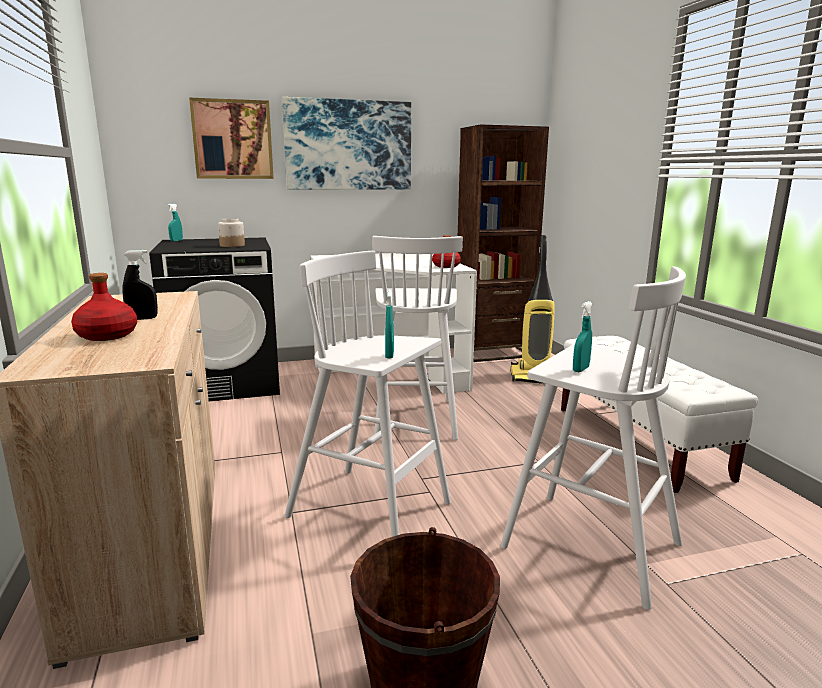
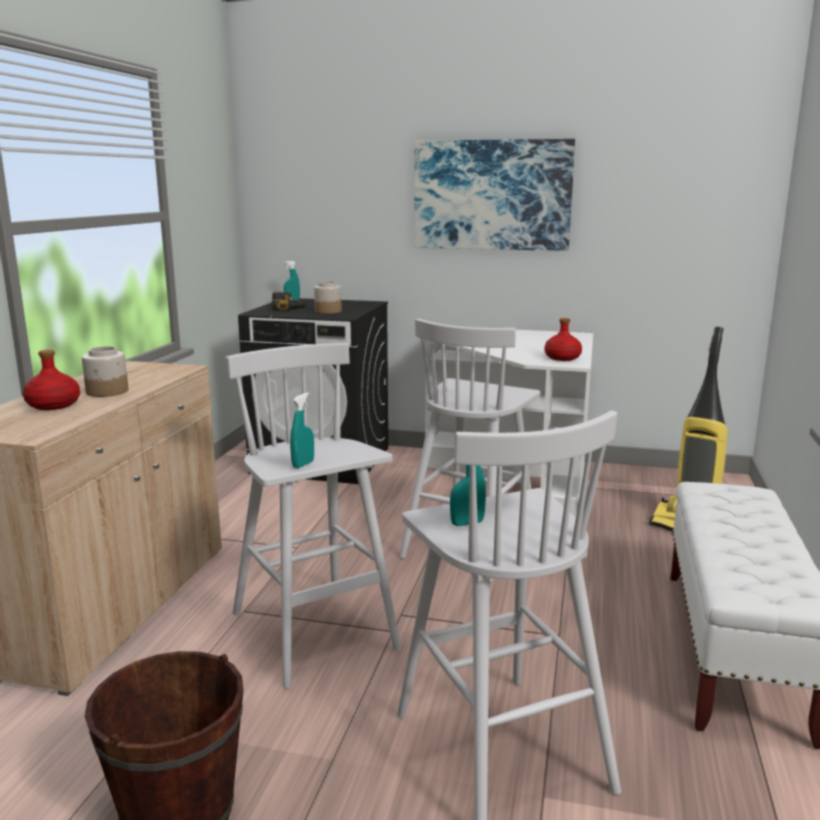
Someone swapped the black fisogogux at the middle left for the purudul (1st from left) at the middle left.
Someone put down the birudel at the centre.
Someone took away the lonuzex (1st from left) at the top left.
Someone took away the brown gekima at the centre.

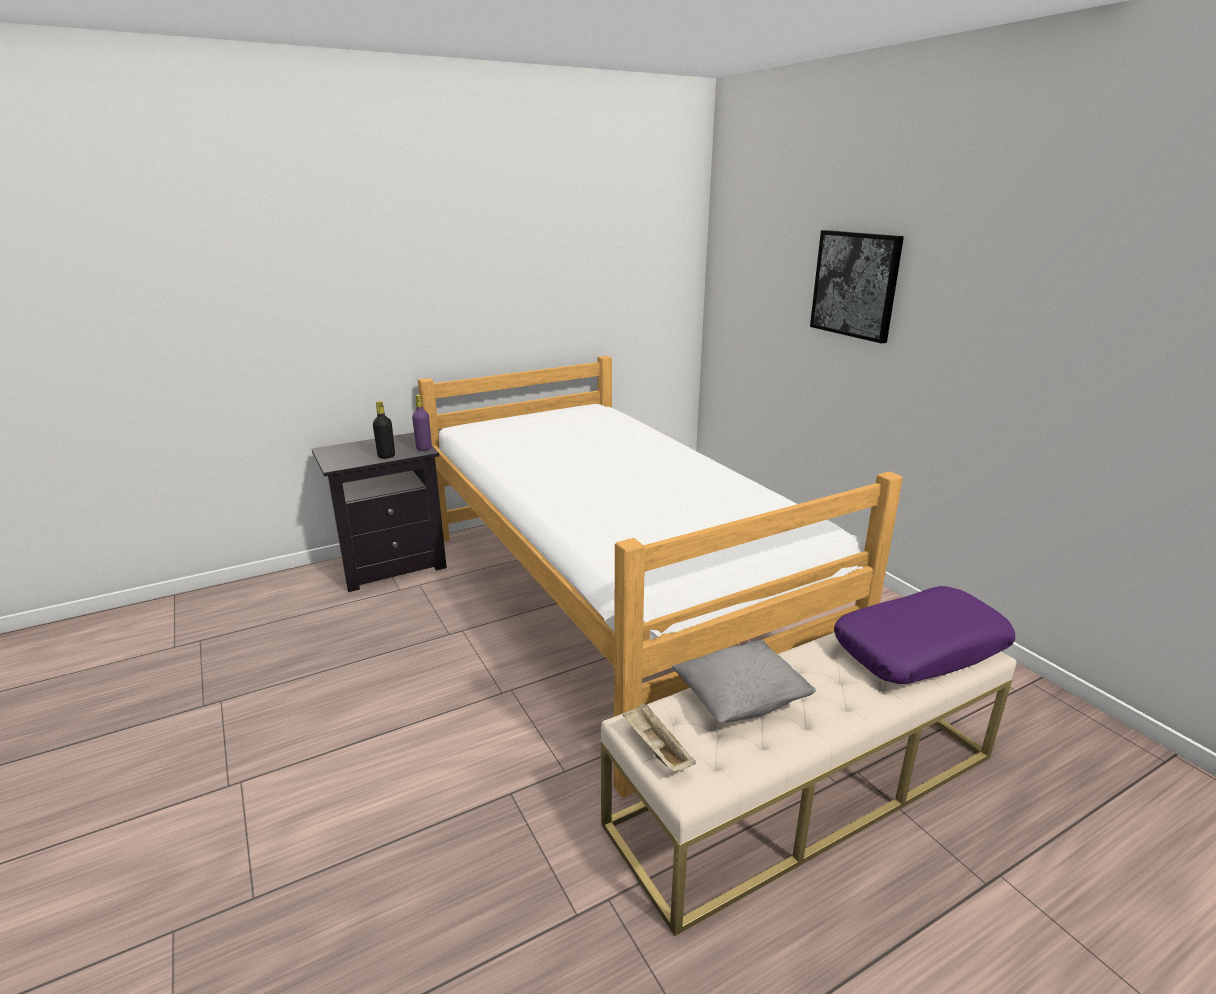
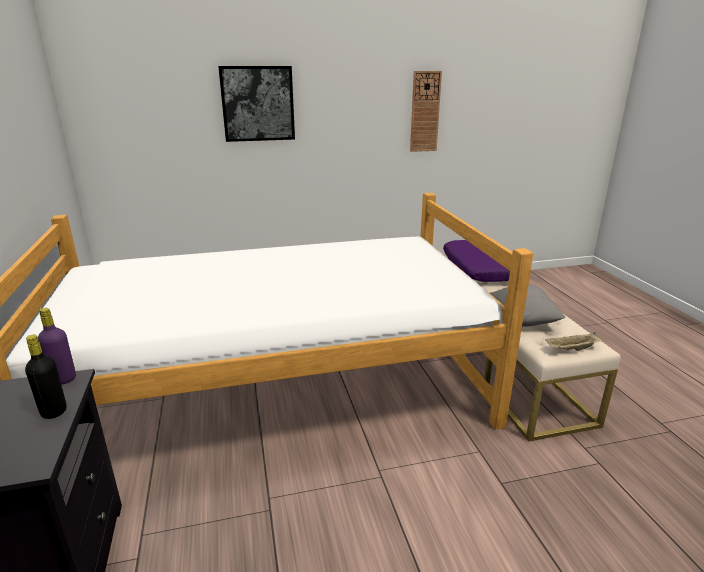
Someone put up the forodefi at the top centre.

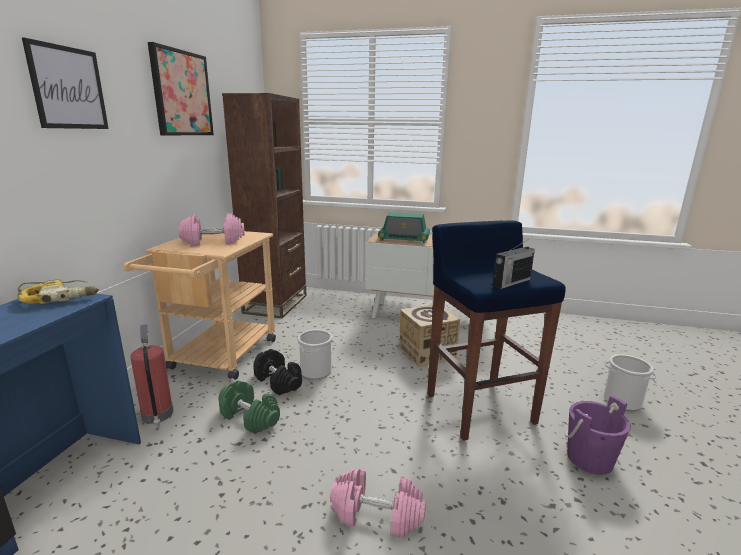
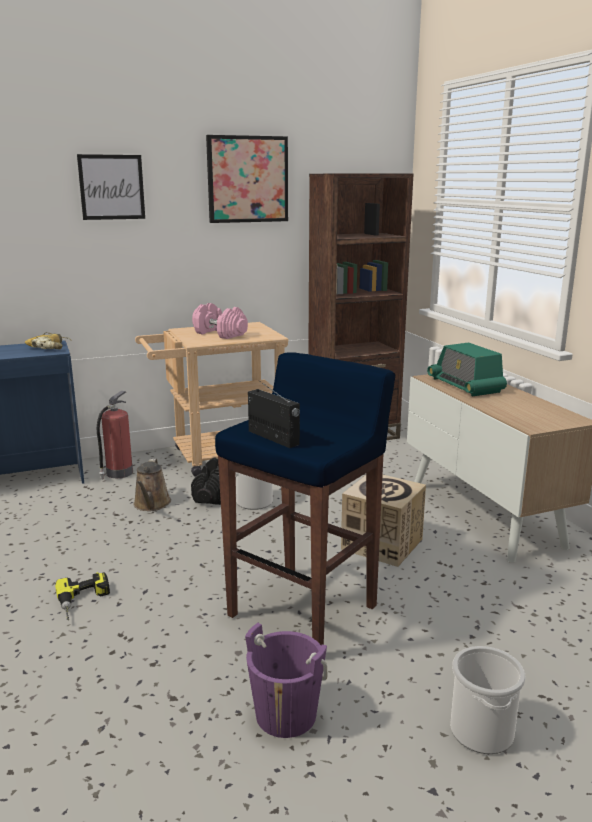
Someone swapped the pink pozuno (2nd from left) at the bottom centre for the birudel (2nd from left) at the bottom left.
Someone swapped the green pozuno at the bottom centre for the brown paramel at the middle left.
Someone rotated the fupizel (2nd from left in the first image) at the middle right by 150 degrees counterclockwise.

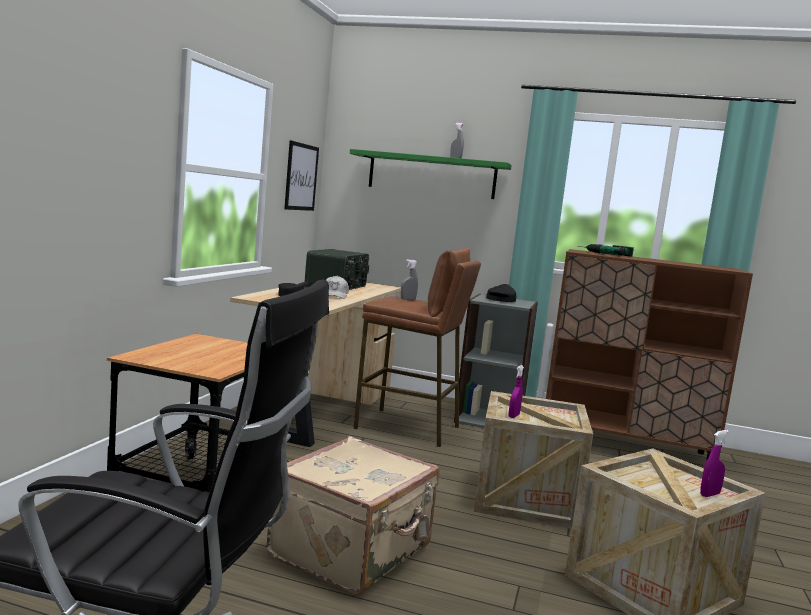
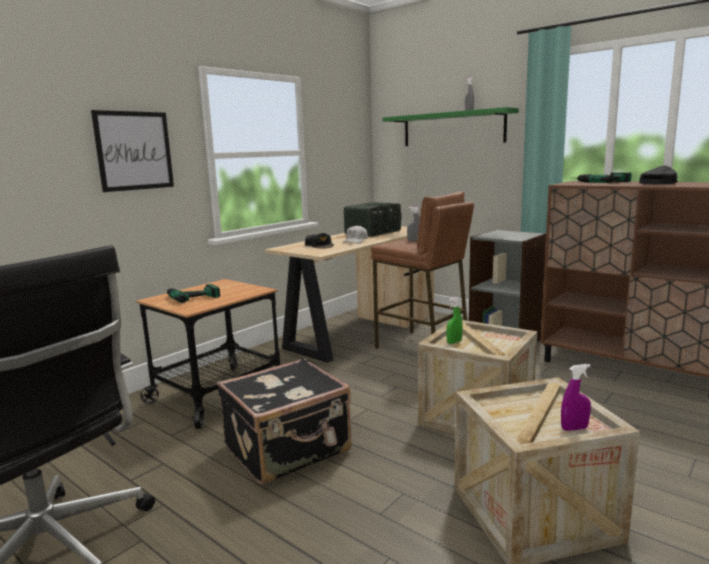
Someone carried the lonuzex from the top centre to the top left.
Someone put down the birudel (1st from left) at the middle left.
Someone repainted the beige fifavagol at the bottom centre, which became the black fifavagol at the bottom centre.
Someone repainted the purple fisogogux (1st from left) at the centre, which became the green fisogogux at the centre.
Someone carried the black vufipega (2nd from left) from the centre to the top right.

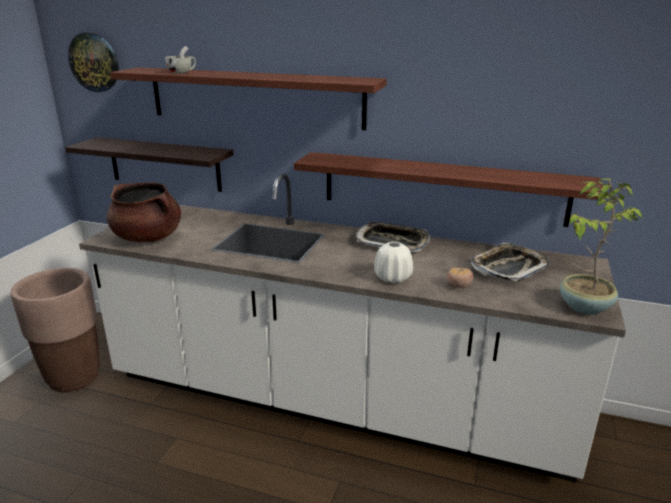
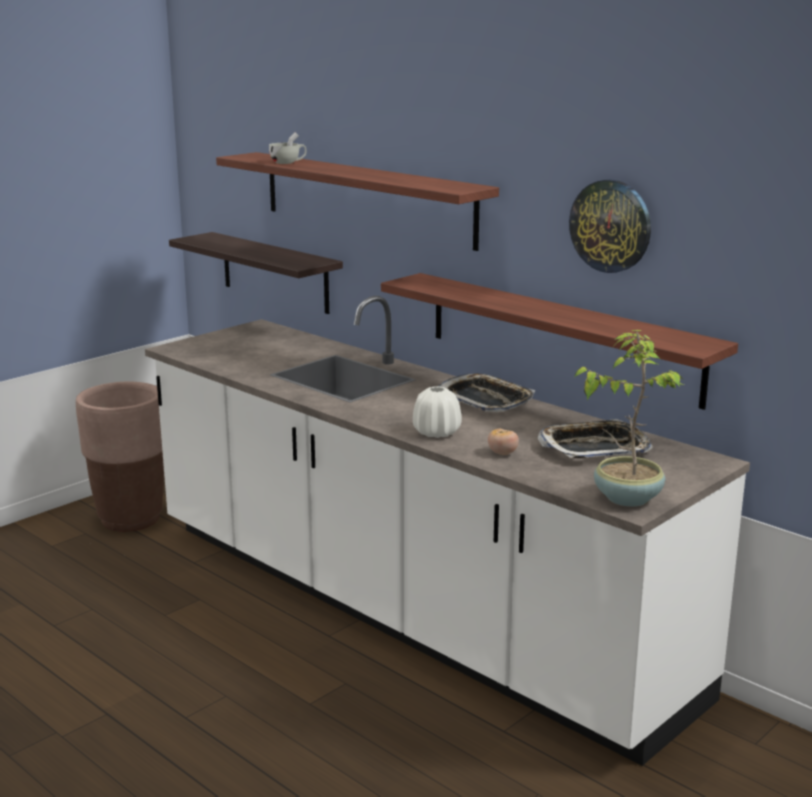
Someone carried the forodefi from the top left to the top right.
Someone took away the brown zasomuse at the middle left.

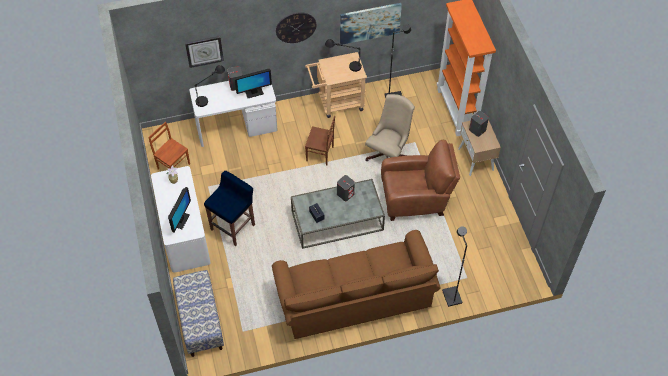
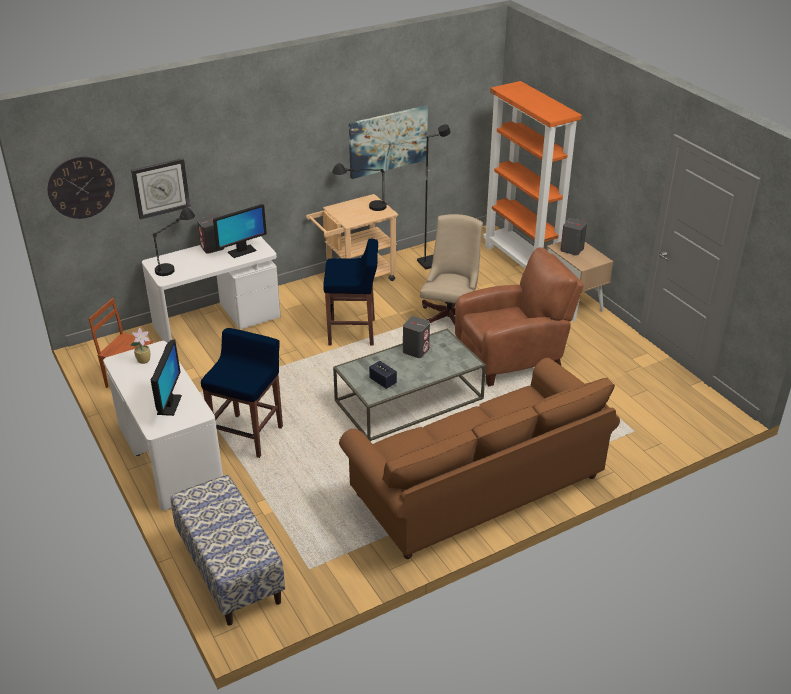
Someone carried the forodefi (2nd from left in the first image) from the top centre to the top left.
Someone swapped the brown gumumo (2nd from left) at the centre for the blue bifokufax (2nd from left) at the centre.
Someone took away the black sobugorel (2nd from left) at the bottom right.

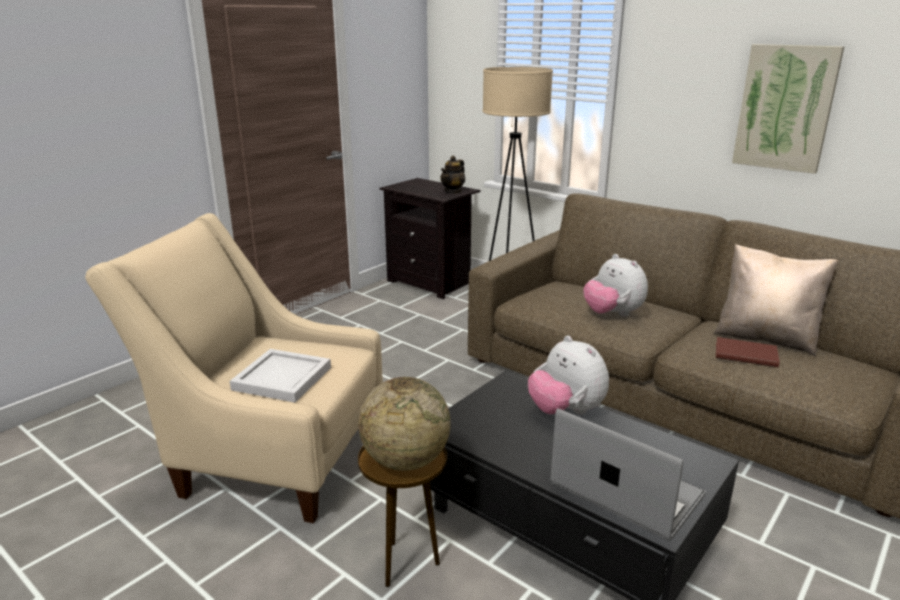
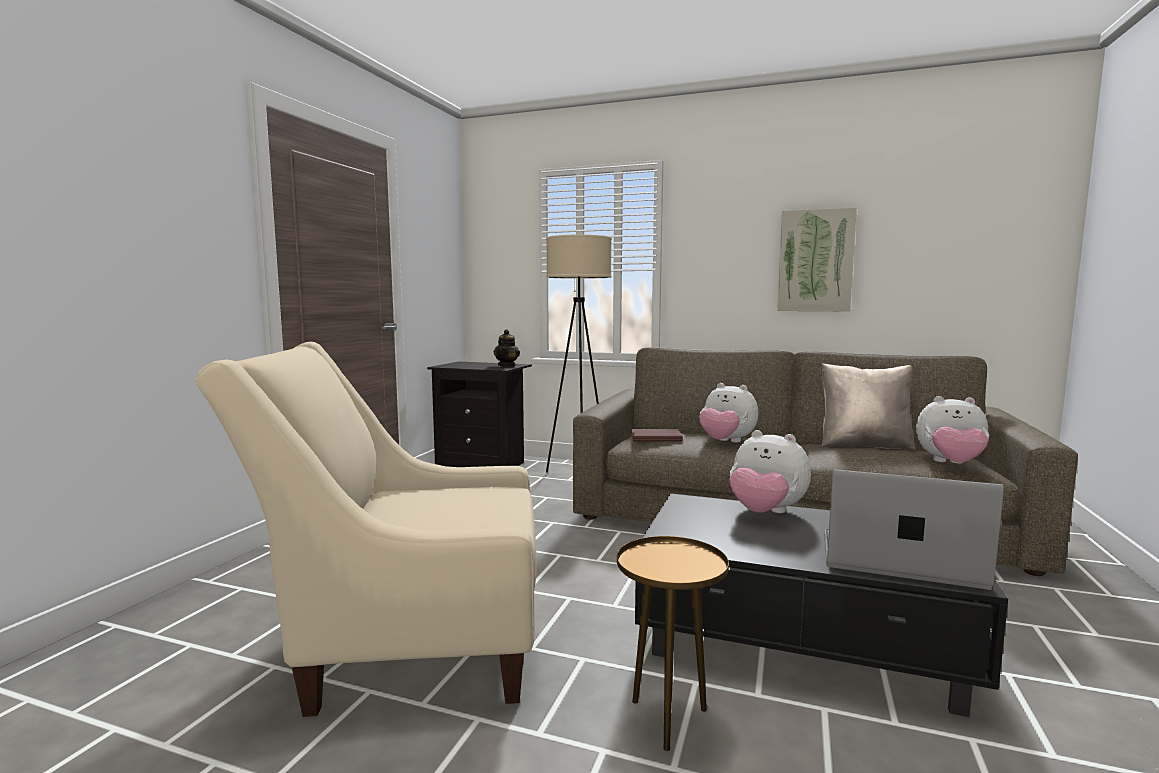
Someone carried the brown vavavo from the middle right to the centre.
Someone put down the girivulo (3rd from left) at the middle right.
Someone took away the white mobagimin at the middle left.
Someone took away the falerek at the bottom centre.

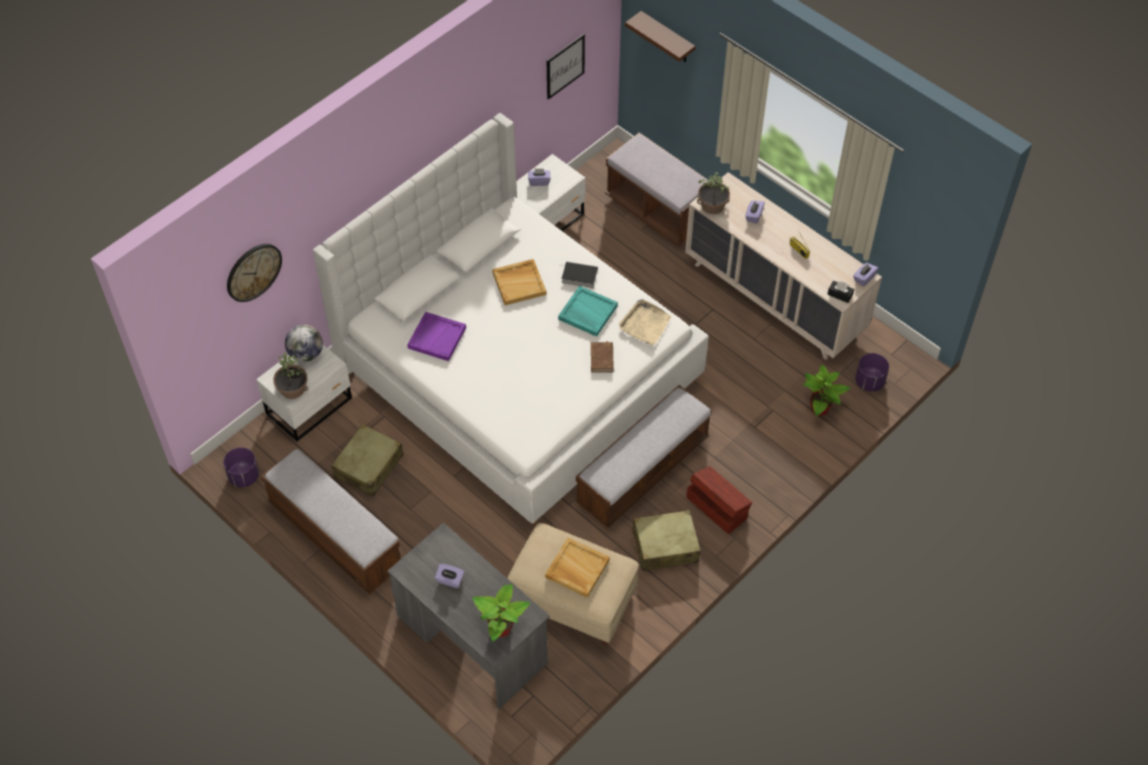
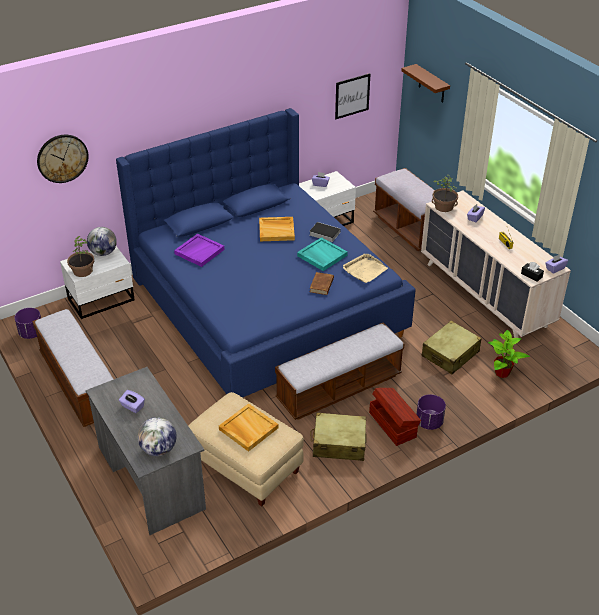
Someone repainted the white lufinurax at the centre, which became the blue lufinurax at the centre.
Someone swapped the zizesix (2nd from left) at the bottom centre for the falerek (2nd from left) at the bottom left.
Someone carried the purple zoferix (2nd from left) from the middle right to the bottom right.
Someone carried the beige fifavagol (1st from left in the first image) from the middle left to the middle right.

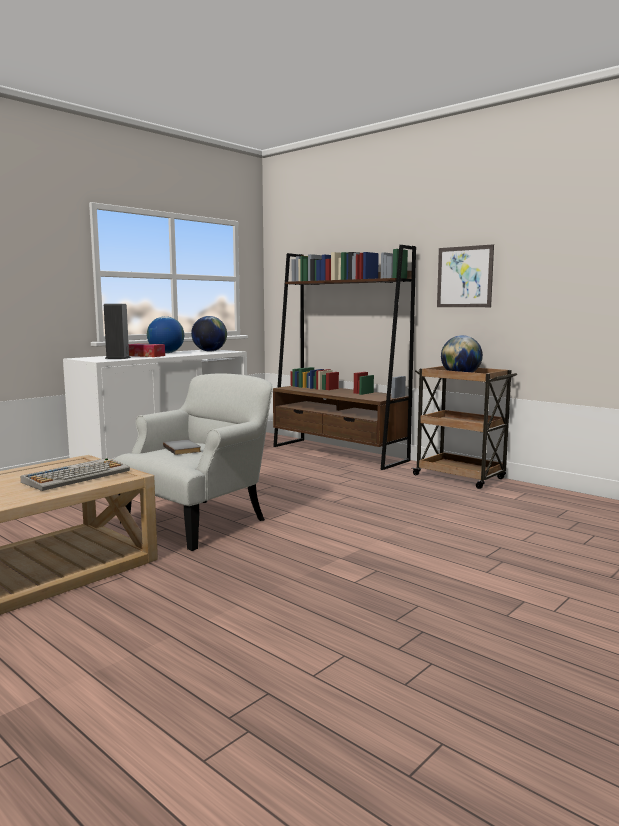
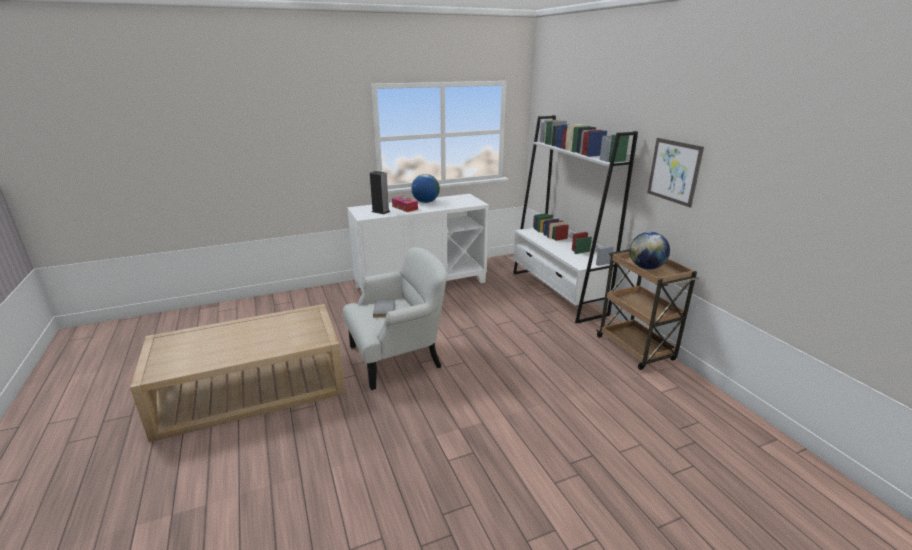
Someone repainted the brown gekima at the centre, which became the white gekima at the centre.
Someone took away the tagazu at the middle left.
Someone took away the falerek (2nd from left) at the centre.

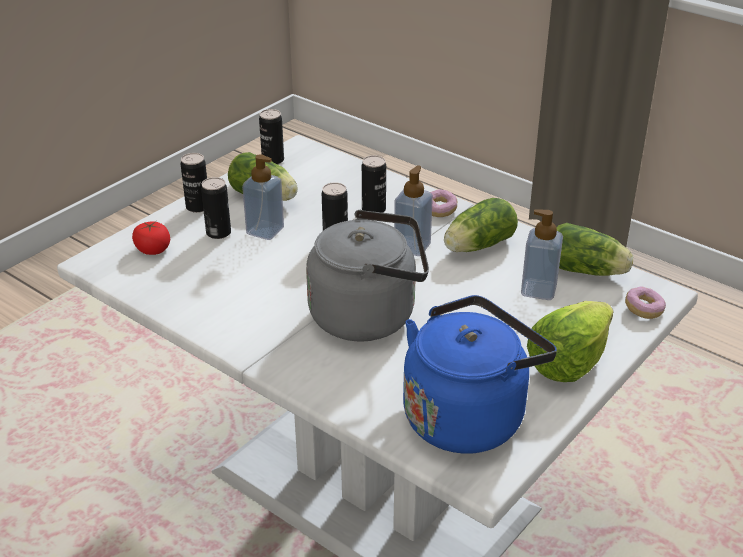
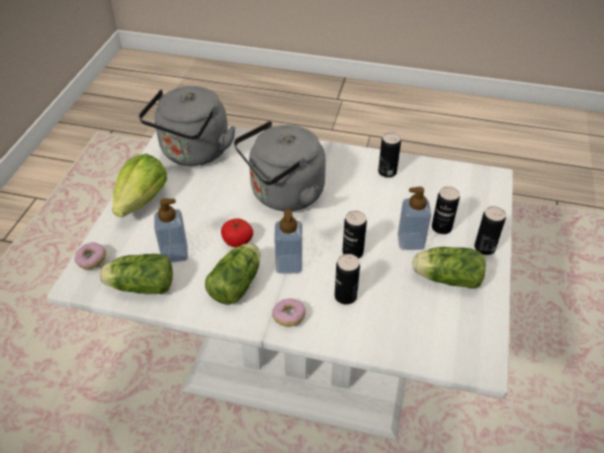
Someone repainted the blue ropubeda at the bottom centre, which became the grey ropubeda (1st from left) at the top left.
Someone carried the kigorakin from the middle left to the centre.
Someone carried the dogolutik (3rd from left) from the top centre to the centre.

